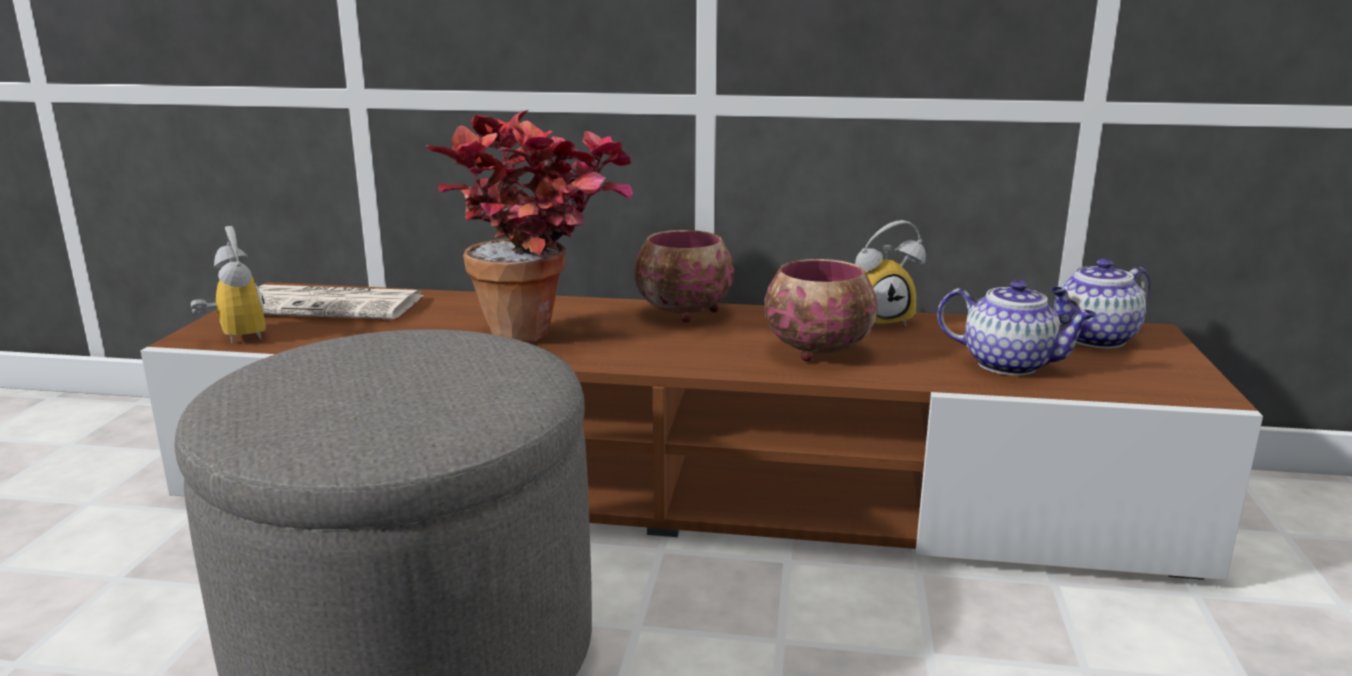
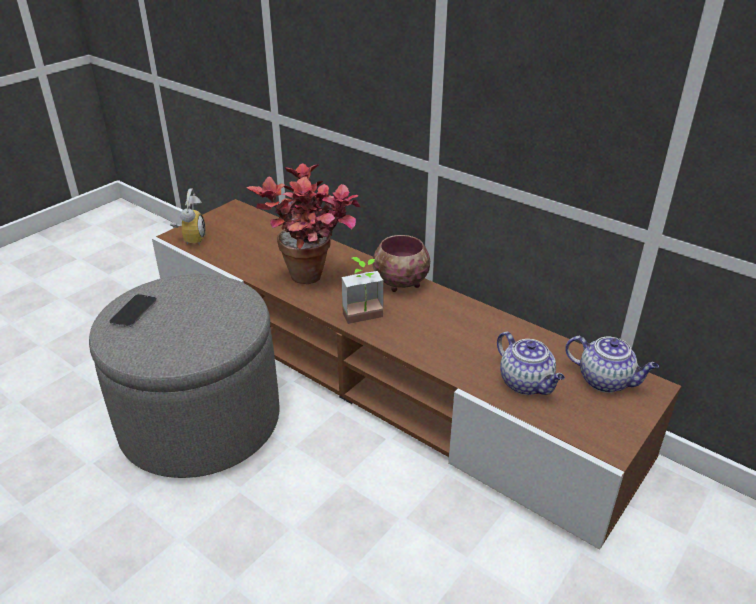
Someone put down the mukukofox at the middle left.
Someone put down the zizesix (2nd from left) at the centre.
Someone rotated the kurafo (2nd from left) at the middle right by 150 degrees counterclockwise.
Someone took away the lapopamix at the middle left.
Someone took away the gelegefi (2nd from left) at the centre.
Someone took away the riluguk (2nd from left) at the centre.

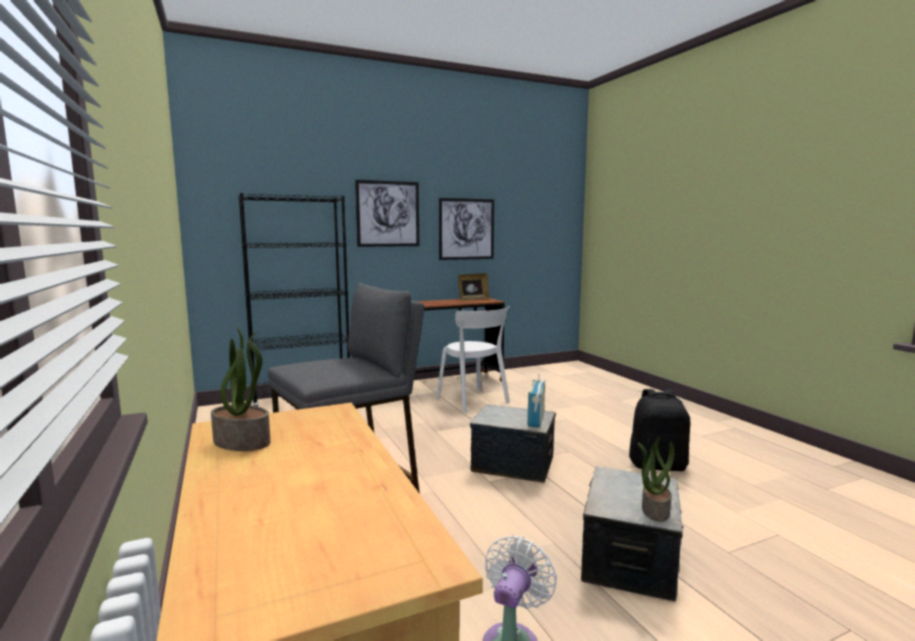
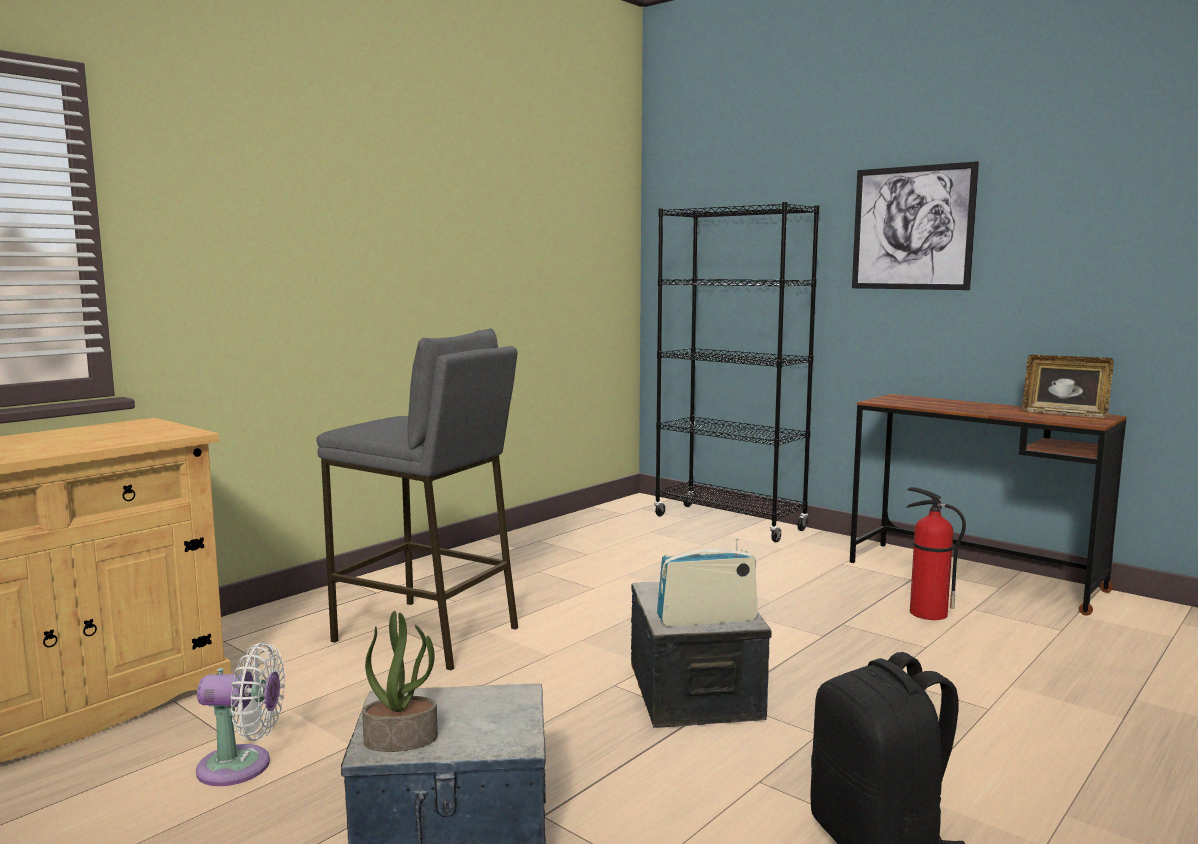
Someone swapped the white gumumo at the centre for the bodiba at the middle right.
Someone took away the zizesix (1st from left) at the middle left.
Someone took away the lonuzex (2nd from left) at the centre.

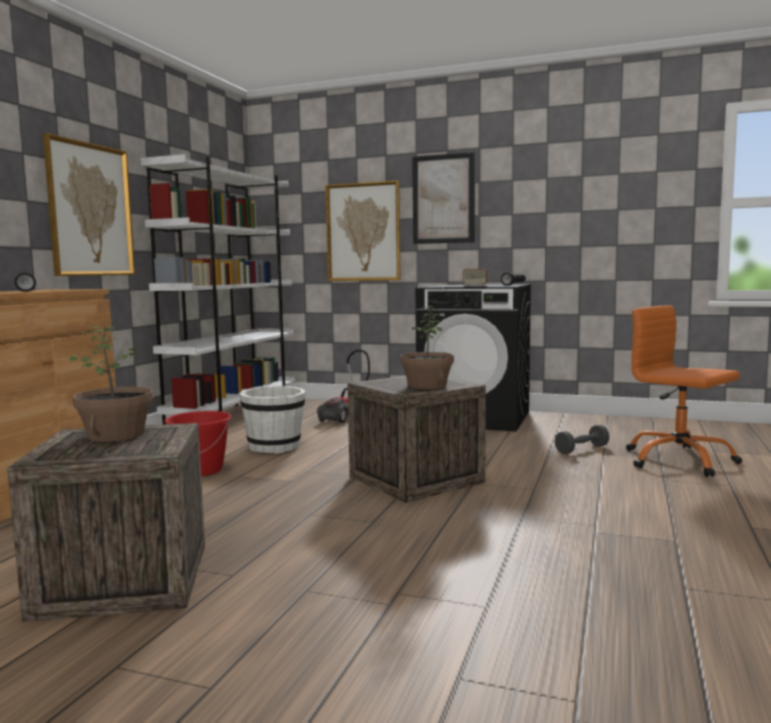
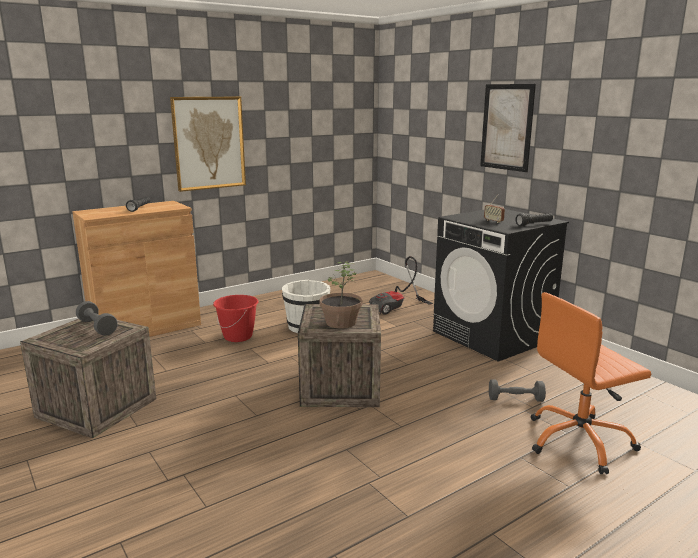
Someone swapped the zizesix (1st from left) at the middle left for the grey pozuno (1st from left) at the middle left.
Someone rotated the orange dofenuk at the middle right by 105 degrees counterclockwise.
Someone took away the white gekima at the middle left.
Someone took away the lonuzex (2nd from left) at the top centre.

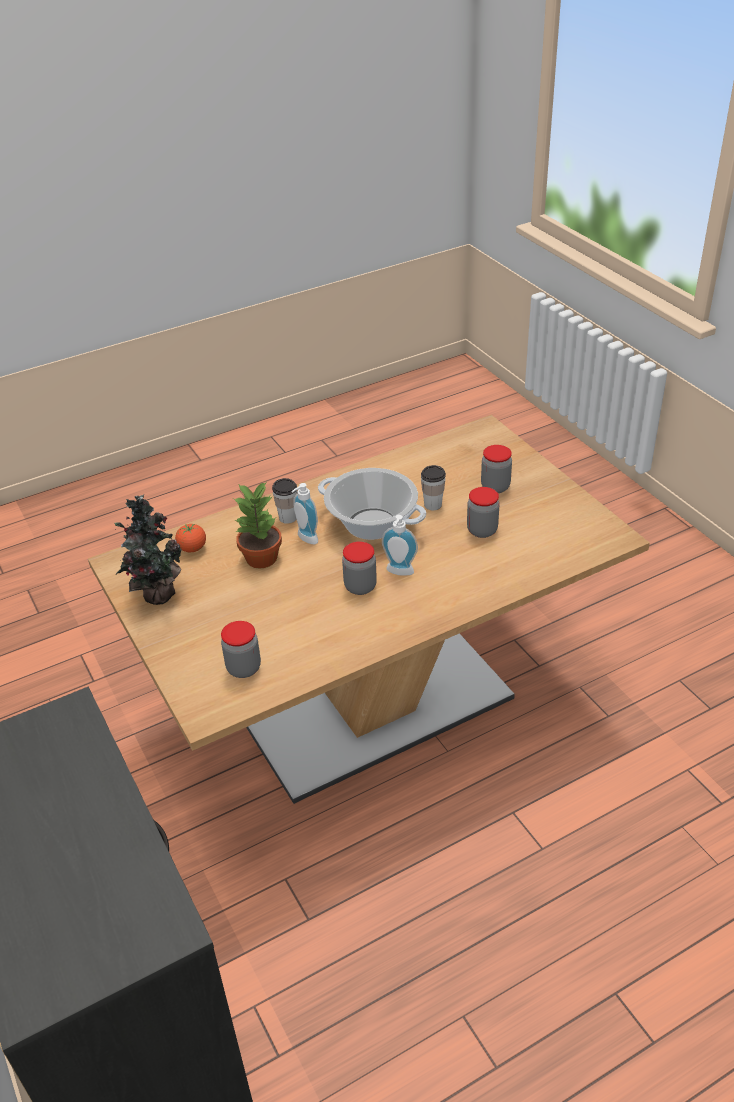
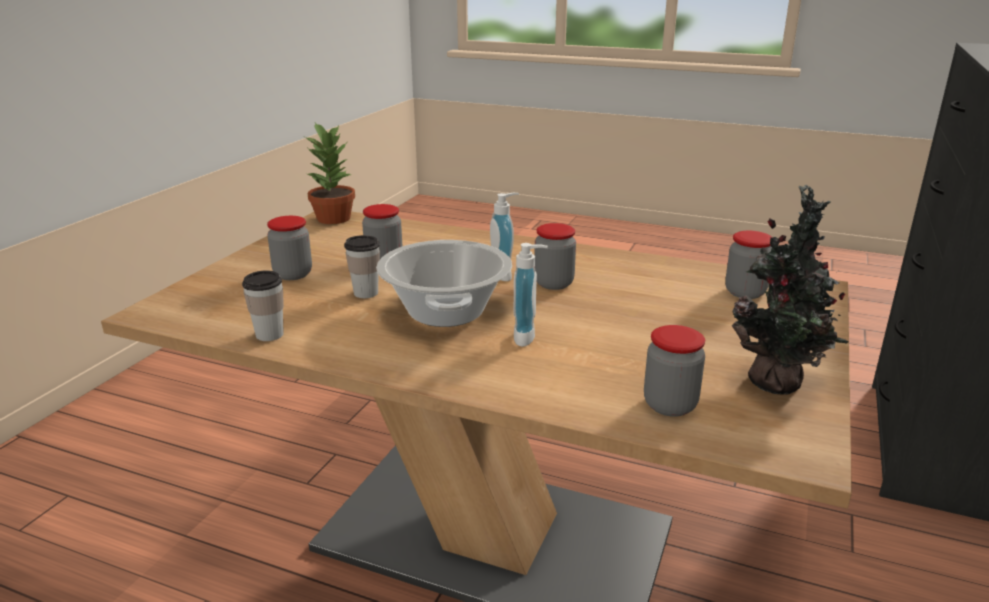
Someone carried the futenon (1st from left) from the centre to the middle left.
Someone carried the zizesix (2nd from left in the first image) from the centre to the top centre.
Someone swapped the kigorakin at the middle left for the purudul (4th from left) at the middle right.

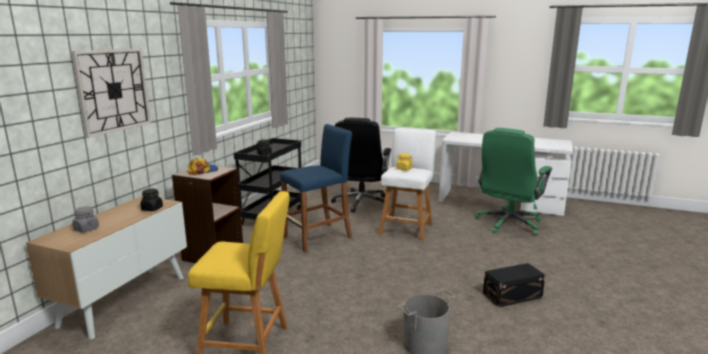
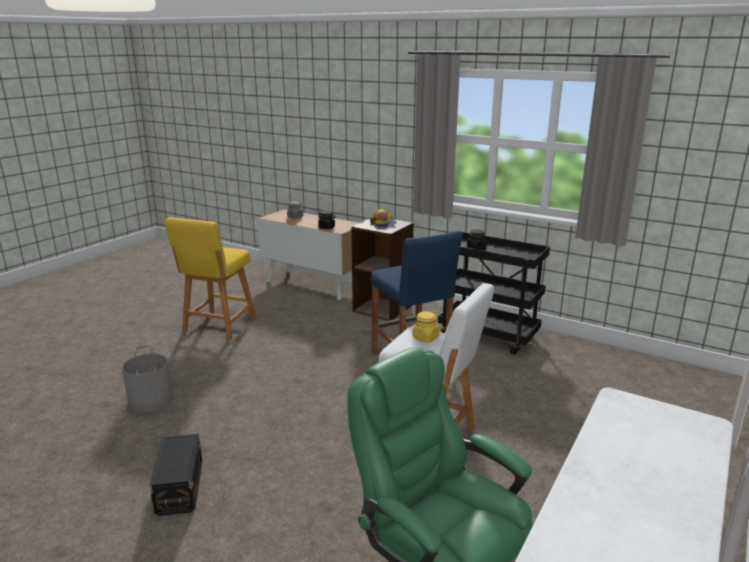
Someone took away the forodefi at the top left.
Someone took away the black dofenuk at the centre.

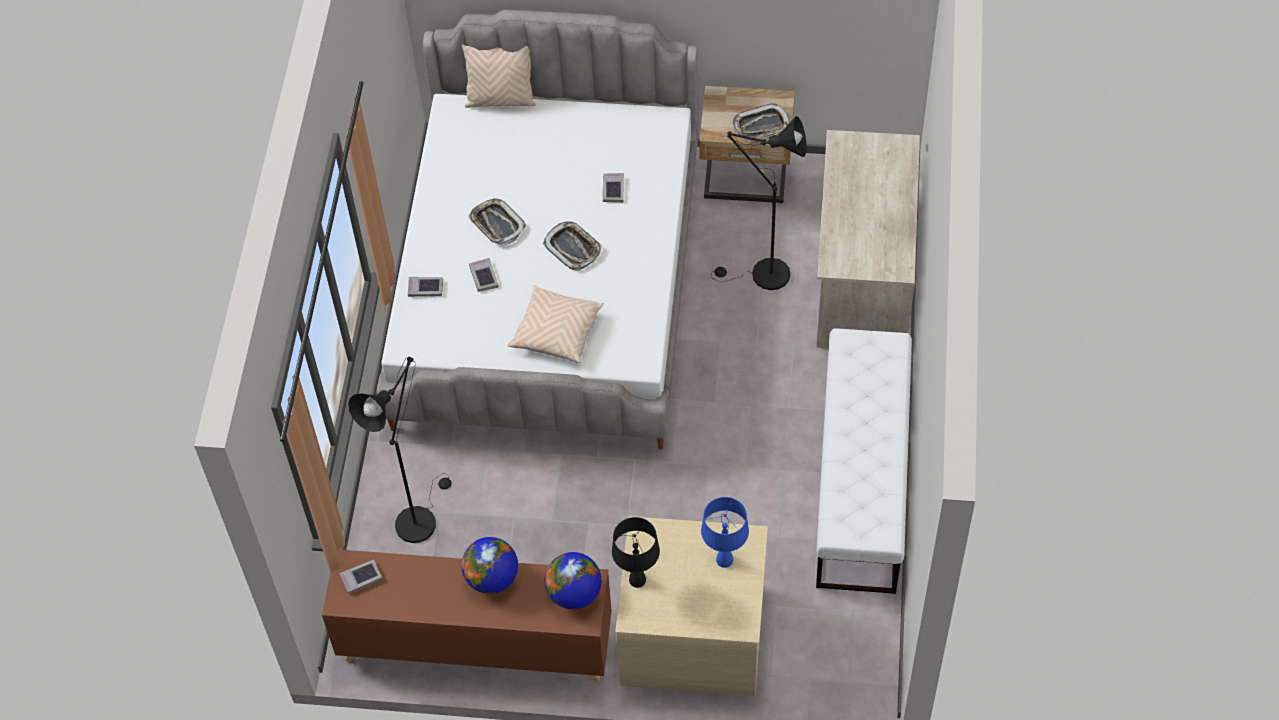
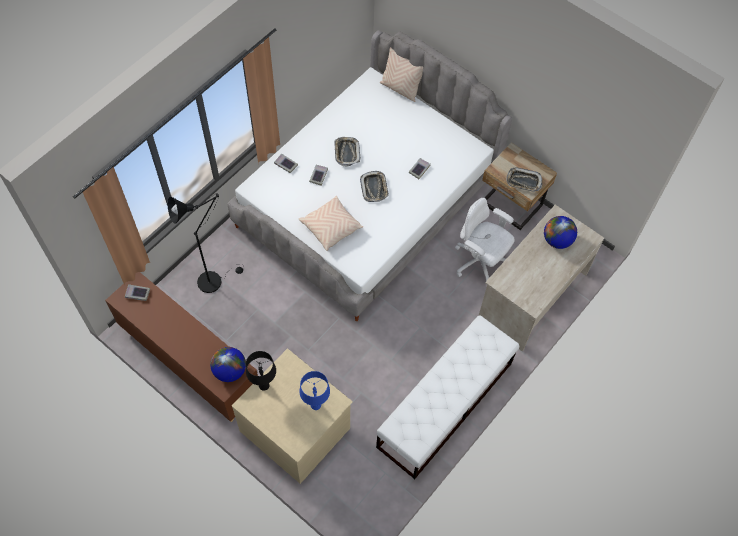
Someone swapped the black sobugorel (2nd from left) at the top centre for the white dofenuk at the centre.
Someone carried the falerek (1st from left in the first image) from the bottom centre to the middle right.

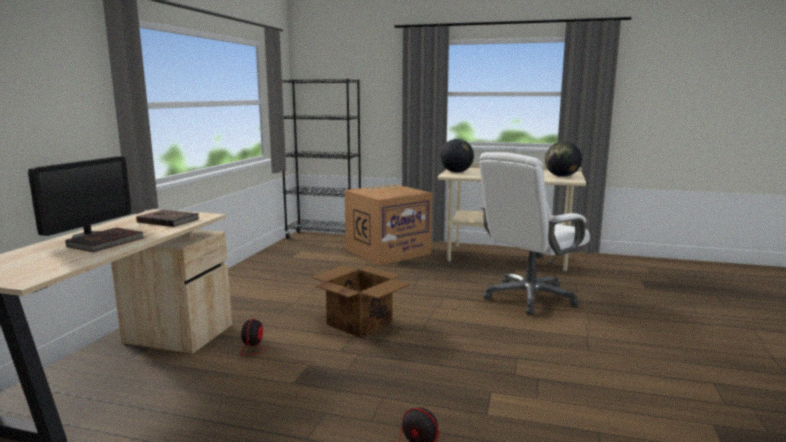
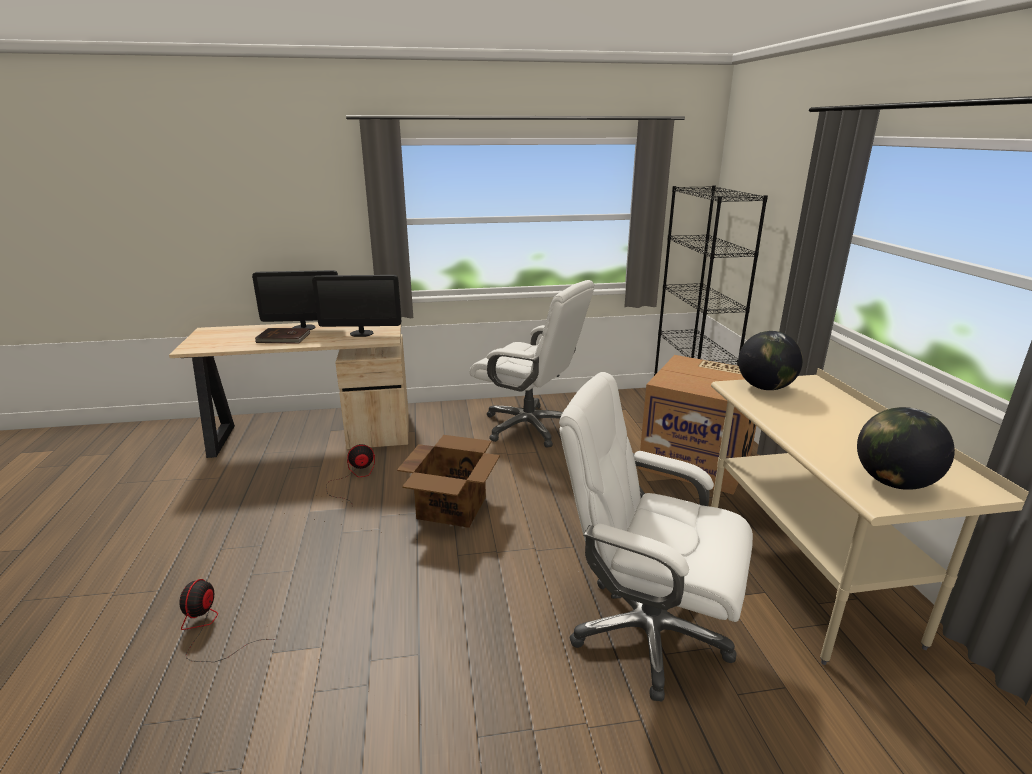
Someone swapped the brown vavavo (2nd from left) at the middle left for the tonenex (2nd from left) at the centre.
Someone put down the white dofenuk (1st from left) at the centre.

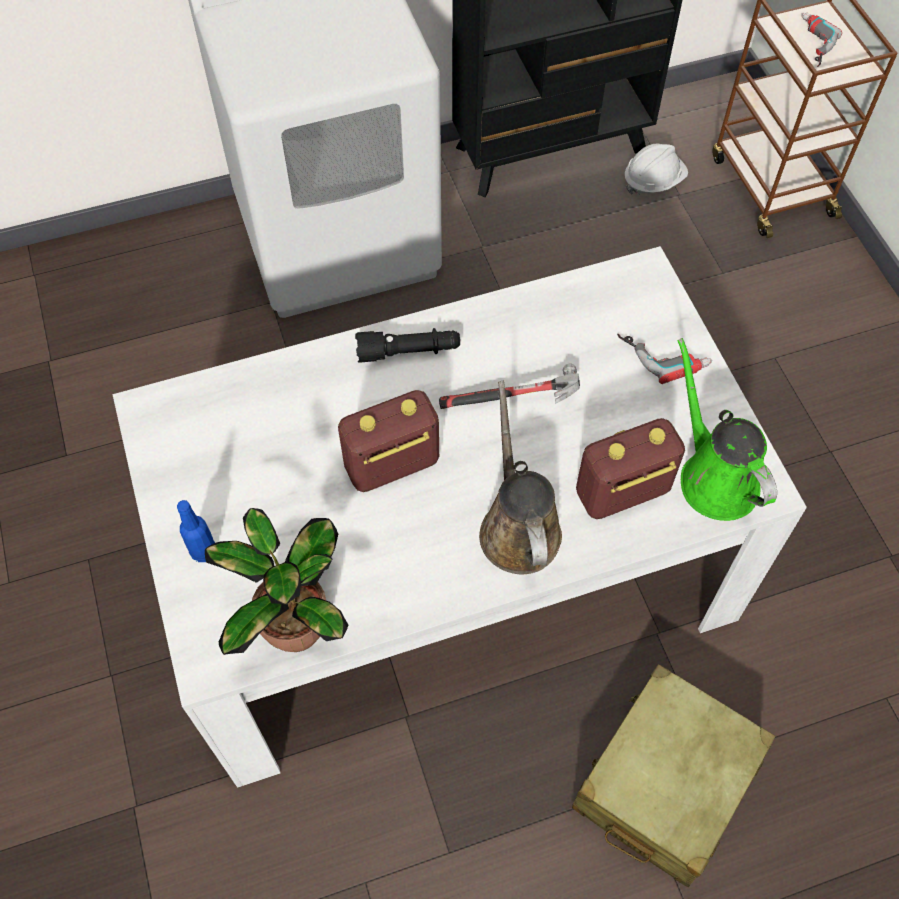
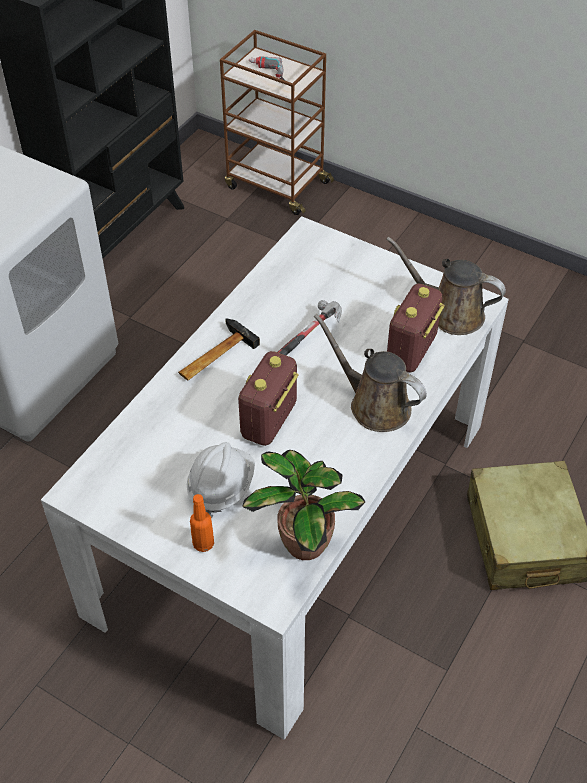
Someone swapped the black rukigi at the centre for the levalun (1st from left) at the centre.
Someone carried the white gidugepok from the top right to the centre.
Someone repainted the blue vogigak at the middle left, which became the orange vogigak at the bottom centre.
Someone repainted the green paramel at the middle right, which became the brown paramel (2nd from left) at the middle right.
Someone took away the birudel (1st from left) at the middle right.

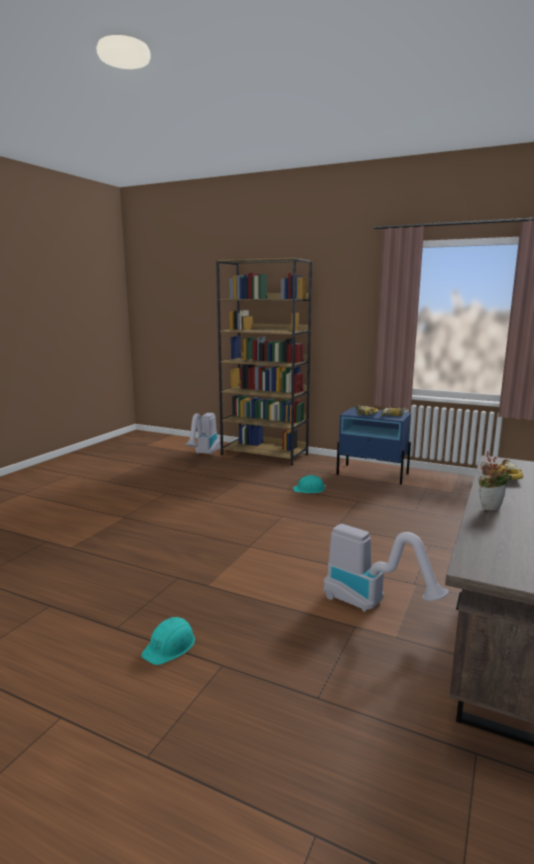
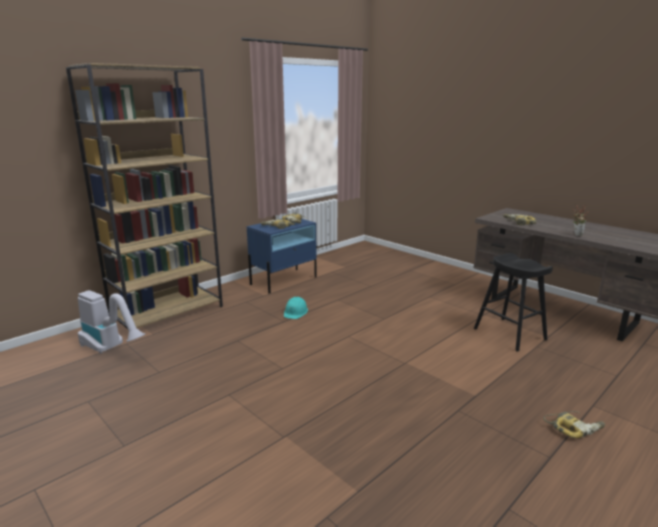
Someone swapped the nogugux (2nd from left) at the middle right for the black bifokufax at the middle right.
Someone swapped the turquoise gidugepok (1st from left) at the bottom left for the birudel (4th from left) at the bottom right.

